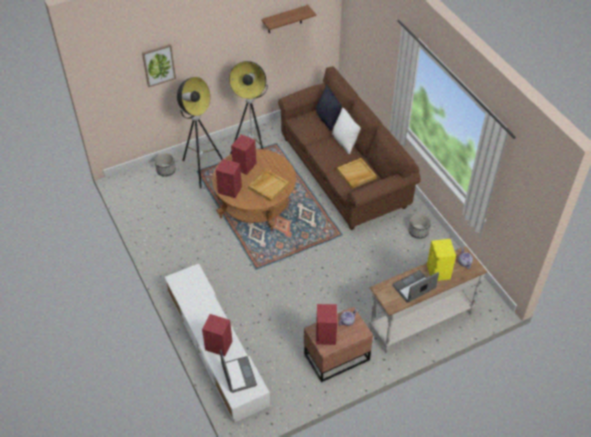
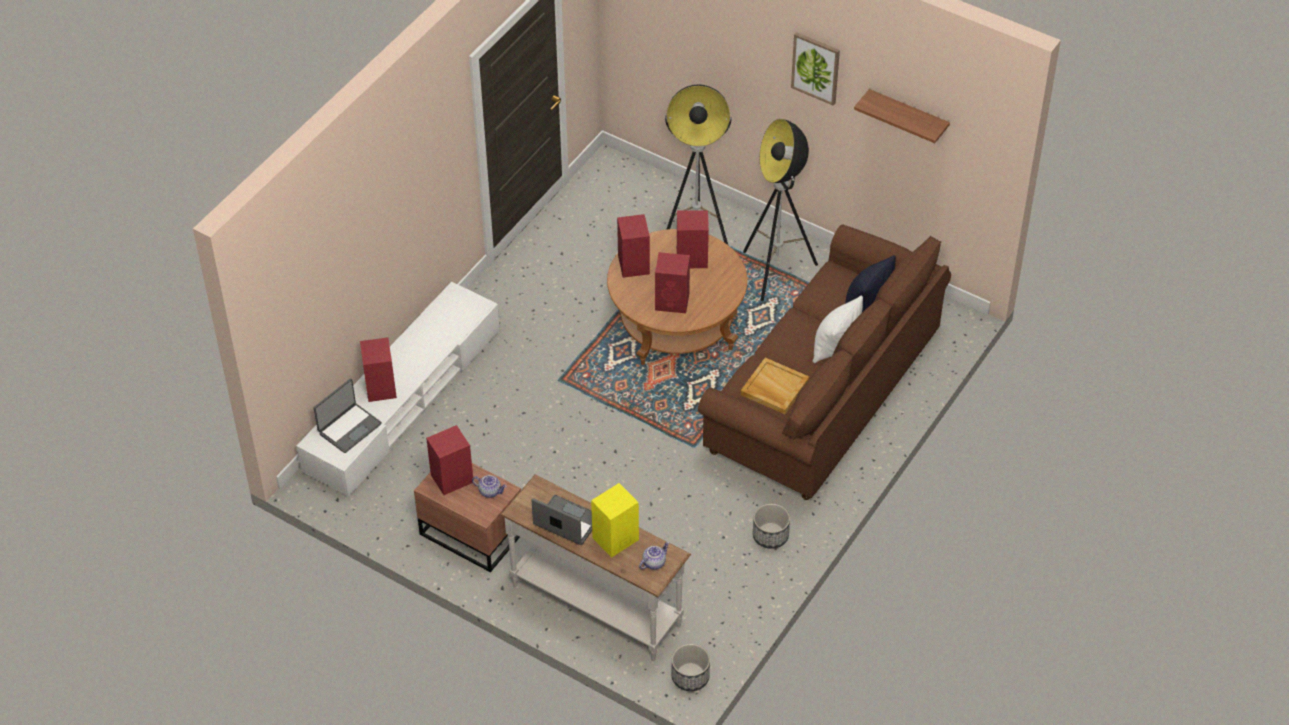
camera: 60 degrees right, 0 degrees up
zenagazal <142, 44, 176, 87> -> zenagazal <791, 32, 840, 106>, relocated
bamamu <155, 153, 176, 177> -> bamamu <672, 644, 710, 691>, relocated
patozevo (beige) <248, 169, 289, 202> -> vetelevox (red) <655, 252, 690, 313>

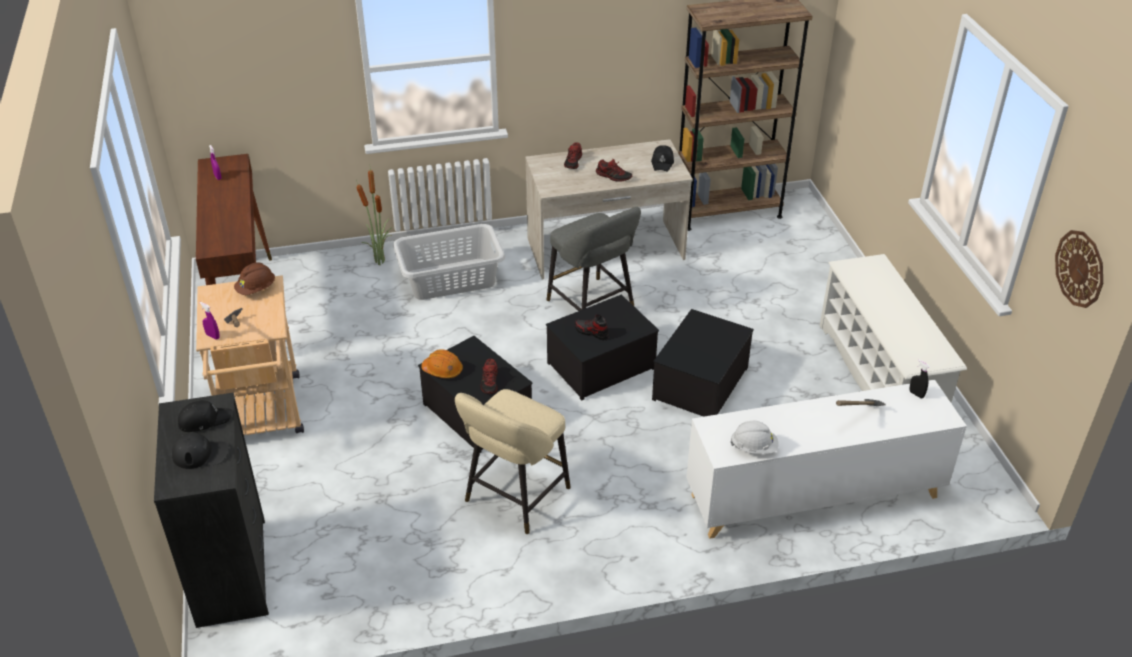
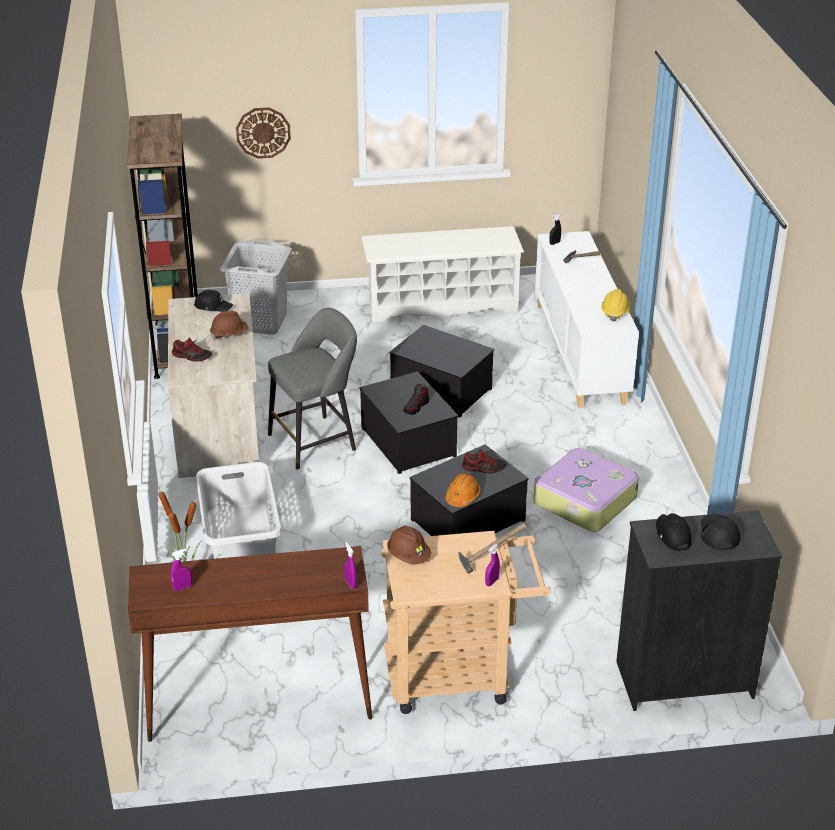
camera: 85 degrees left, 5 degrees down
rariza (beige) <455, 389, 571, 534> -> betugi <533, 448, 639, 532>
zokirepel <596, 159, 632, 182> -> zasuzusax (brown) <210, 311, 249, 339>
zasuzusax (white) <730, 421, 778, 454> -> zasuzusax (yellow) <601, 289, 630, 322>
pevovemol <1055, 230, 1103, 308> -> pevovemol <236, 107, 291, 159>, relocated
none -> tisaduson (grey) <220, 239, 292, 335>
none -> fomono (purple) <344, 542, 357, 589>

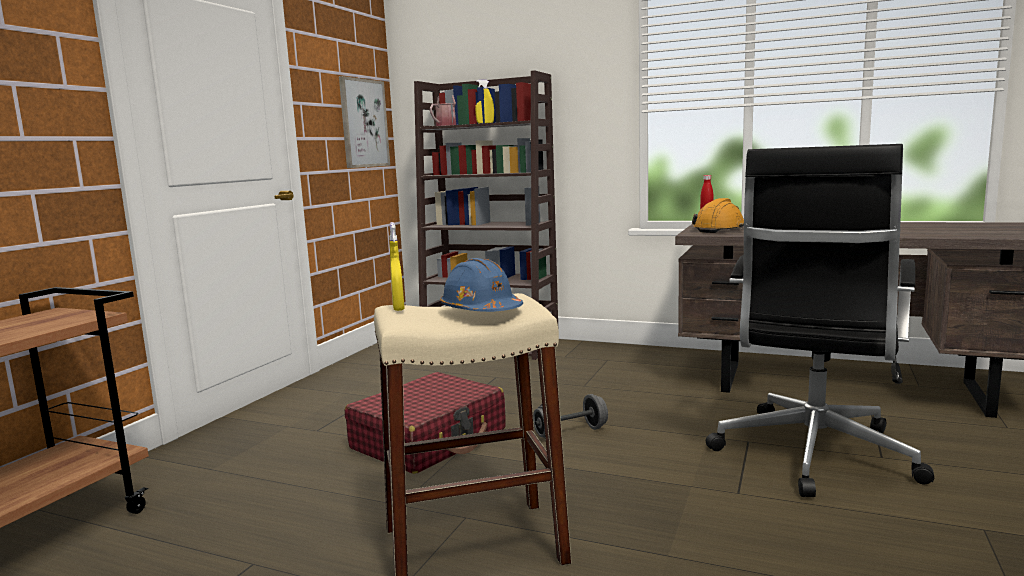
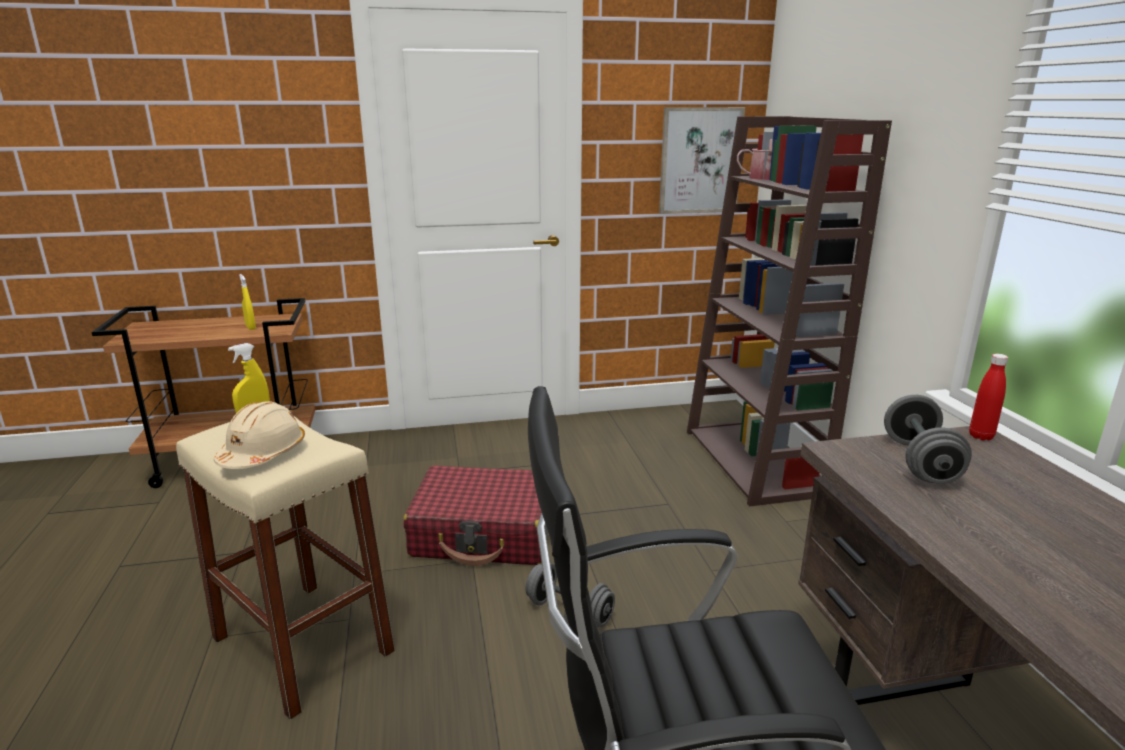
camera: 55 degrees right, 10 degrees up
zasuzusax (blue) <440, 258, 523, 312> -> zasuzusax (beige) <214, 401, 305, 469>
fomono (yellow) <475, 80, 494, 123> -> fomono (yellow) <239, 274, 256, 330>, relocated
zasuzusax (orange) <692, 198, 744, 233> -> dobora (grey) <884, 395, 972, 484>

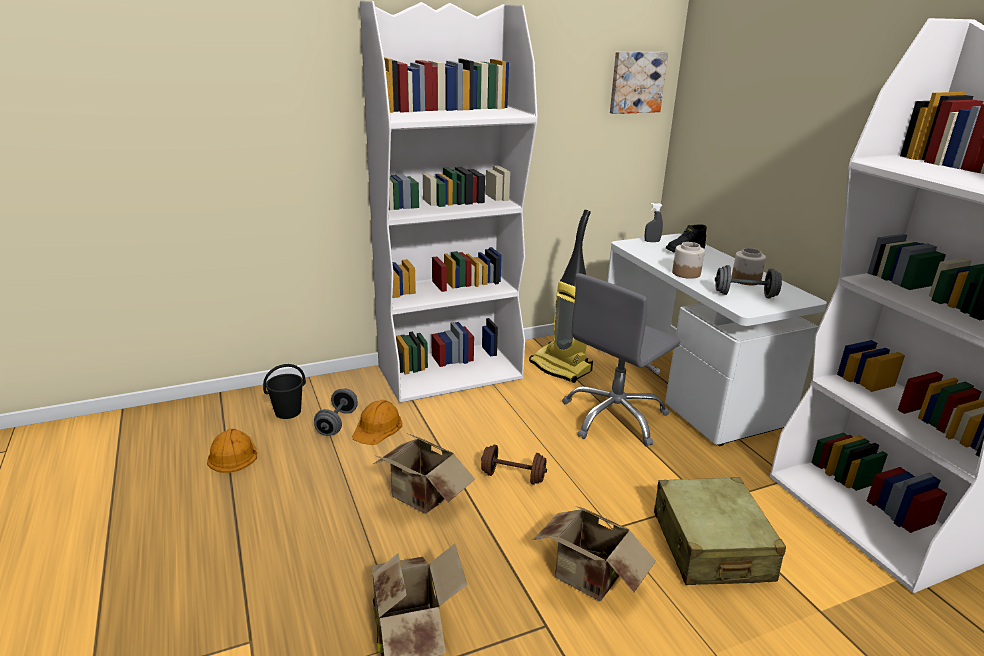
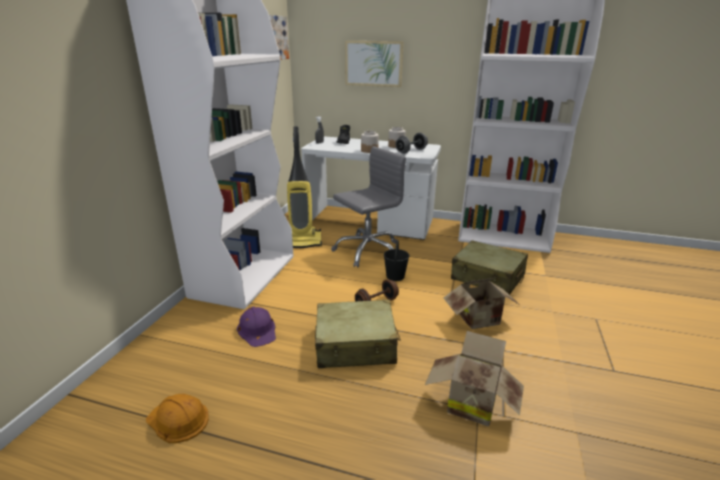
camera: 50 degrees left, 0 degrees up
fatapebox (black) <263, 364, 306, 419> -> fatapebox (black) <384, 240, 409, 281>, relocated
dobora (grey) <314, 388, 358, 436> -> none
zasuzusax (orange) <352, 400, 402, 445> -> zasuzusax (purple) <237, 306, 276, 347>
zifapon <373, 433, 475, 514> -> betugi (beige) <315, 299, 401, 368>
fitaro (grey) <562, 273, 681, 446> -> fitaro (grey) <331, 146, 406, 267>, 120 degrees counterclockwise
none -> zenagazal <345, 41, 404, 87>

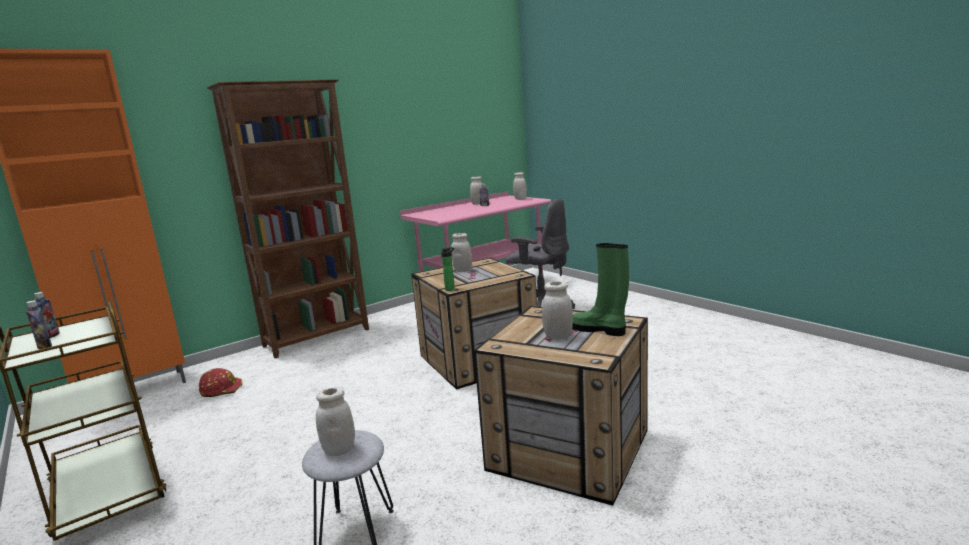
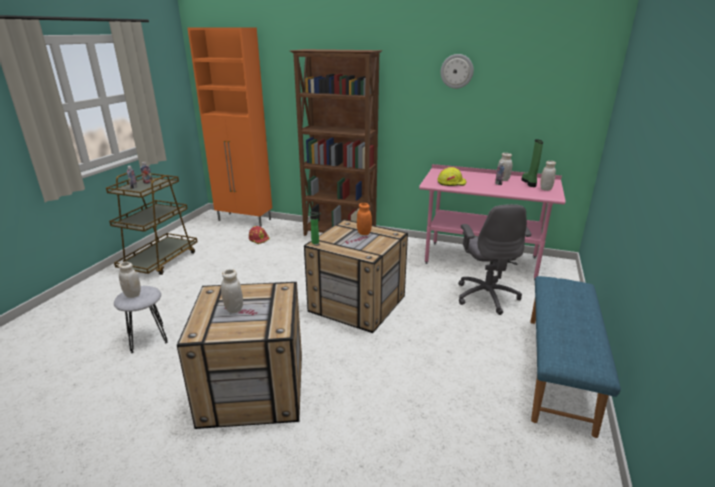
camera: 55 degrees right, 10 degrees up
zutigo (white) <451, 233, 472, 272> -> zutigo (orange) <357, 203, 372, 235>
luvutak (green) <572, 243, 629, 336> -> luvutak (green) <522, 139, 543, 187>, relocated
none -> zasuzusax (yellow) <438, 167, 467, 186>
none -> pevovemol <441, 54, 474, 89>
none -> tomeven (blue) <530, 276, 621, 438>

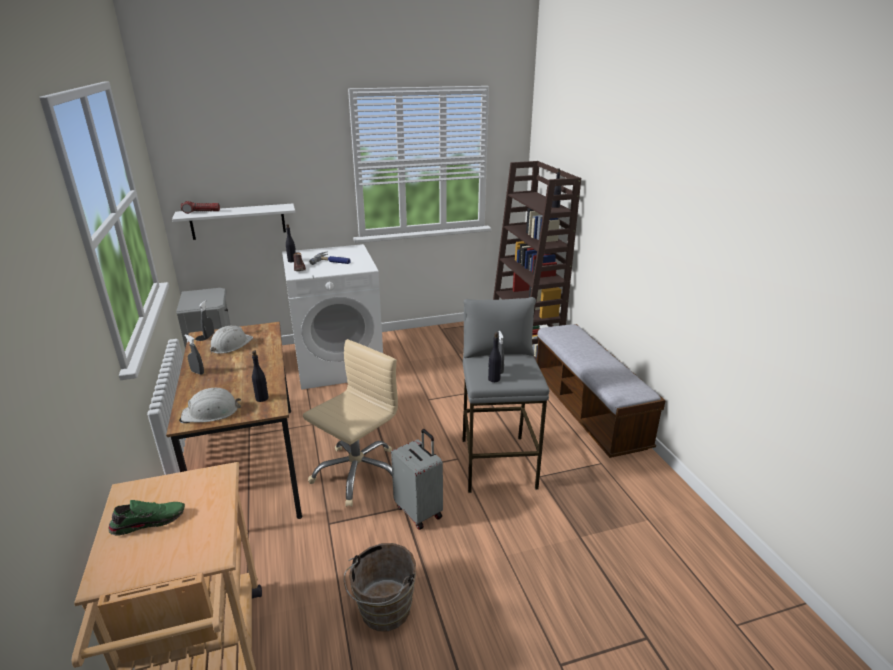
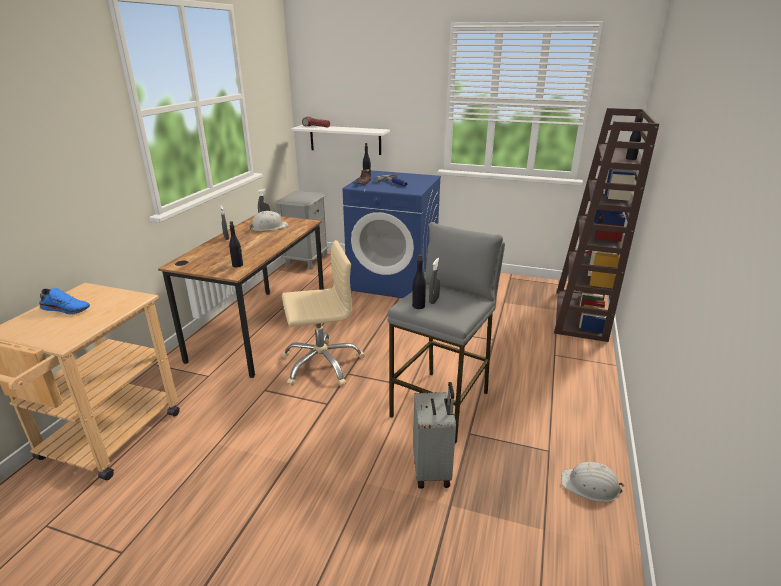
camera: 35 degrees right, 0 degrees up
zokirepel (green) <109, 500, 185, 535> -> zokirepel (blue) <39, 288, 90, 314>
zasuzusax (white) <181, 388, 241, 422> -> zasuzusax (white) <561, 462, 624, 502>, relocated
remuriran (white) <282, 244, 383, 390> -> remuriran (blue) <343, 170, 441, 298>
fatapebox (brown) <344, 543, 416, 631> -> none
betugi (grey) <391, 429, 443, 530> -> betugi (grey) <413, 382, 456, 489>, relocated
tomeven <537, 324, 666, 458> -> none

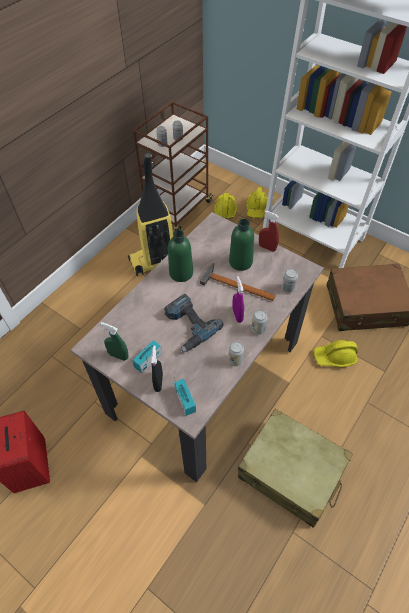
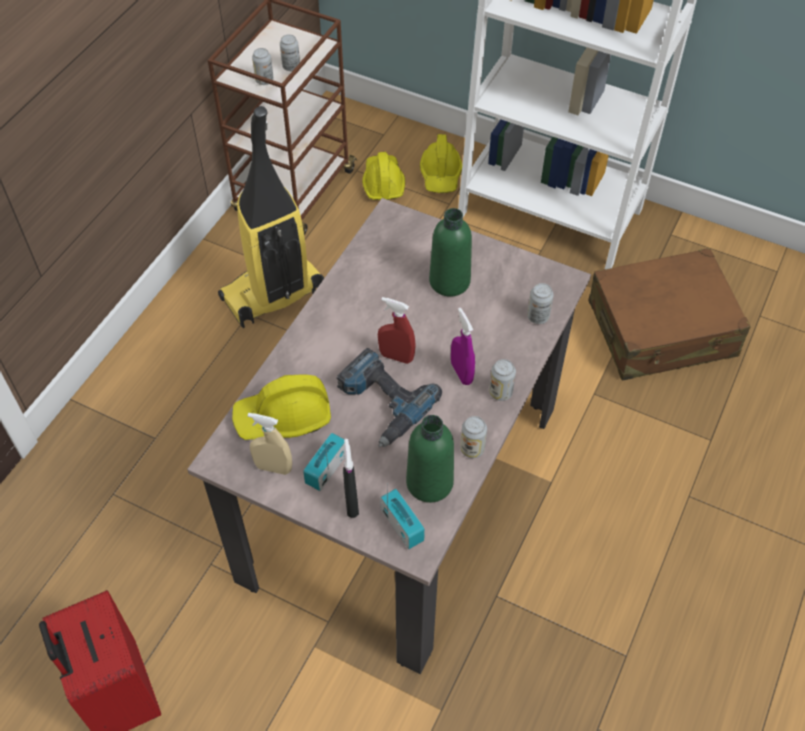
camera: 10 degrees left, 0 degrees up
fomono (green) <101, 322, 129, 361> -> fomono (beige) <248, 413, 292, 475>
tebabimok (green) <168, 230, 193, 282> -> tebabimok (green) <406, 415, 454, 503>, relocated
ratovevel <200, 262, 276, 301> -> none
betugi (beige) <238, 409, 353, 528> -> none
fomono (red) <259, 210, 279, 252> -> fomono (red) <378, 297, 416, 364>, relocated
zasuzusax (yellow) <314, 340, 358, 367> -> zasuzusax (yellow) <232, 375, 331, 440>, relocated

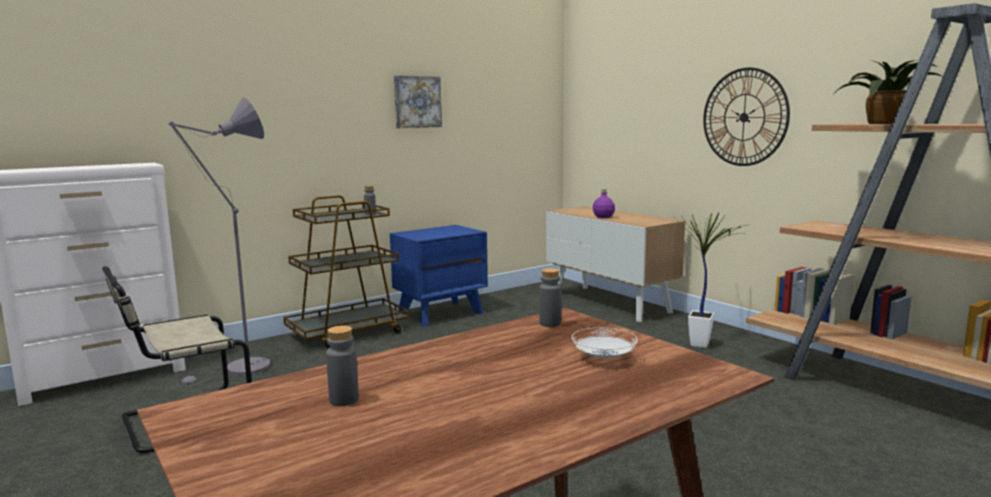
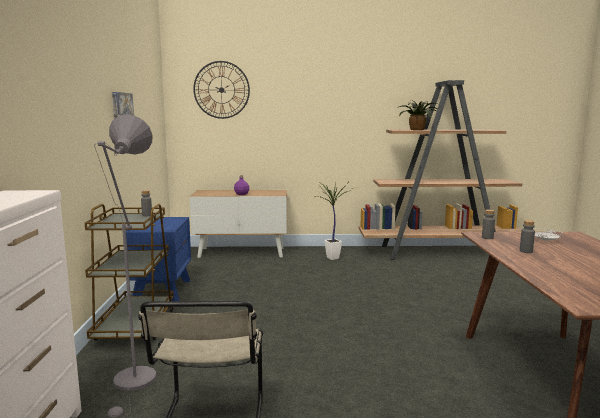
camera: 55 degrees left, 0 degrees up
tebabimok (grey) <326, 326, 359, 406> -> tebabimok (grey) <520, 220, 535, 253>, relocated
pevovemol <703, 67, 790, 166> -> pevovemol <193, 61, 250, 119>, relocated

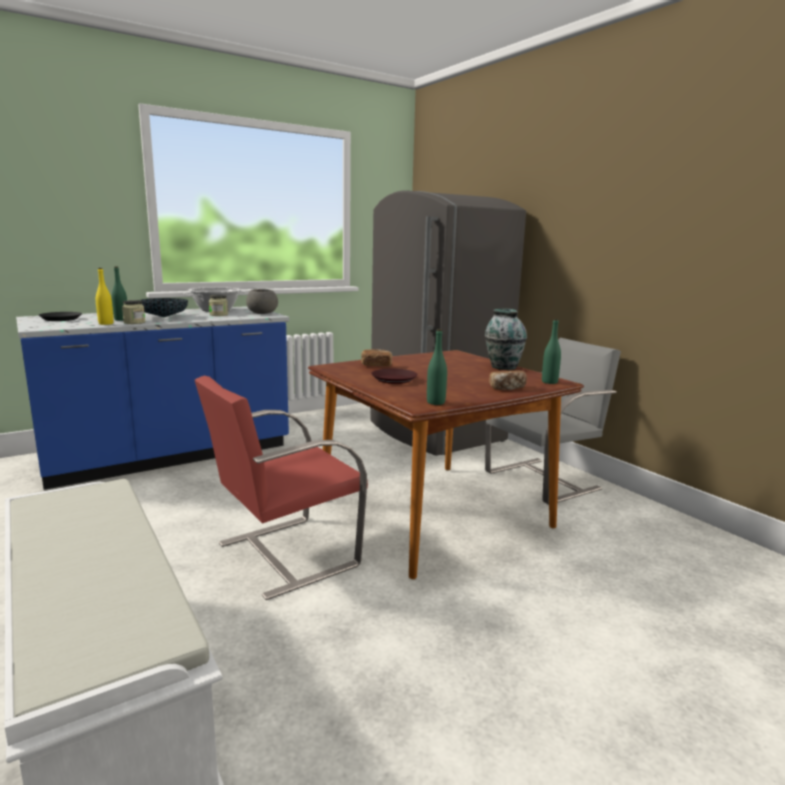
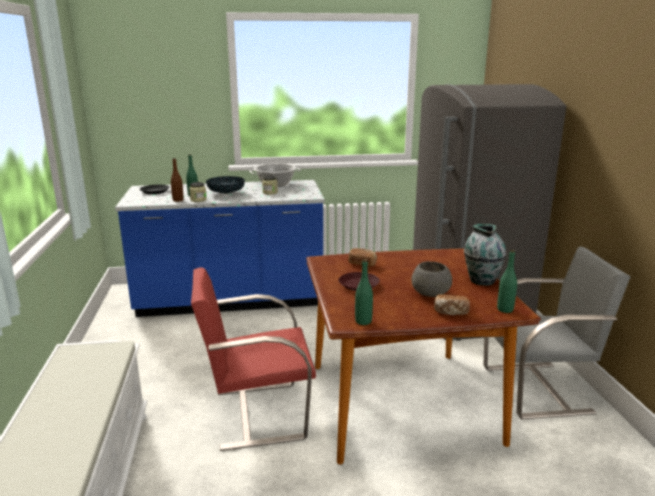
camera: 25 degrees right, 5 degrees up
tebabimok (yellow) <96, 268, 114, 325> -> tebabimok (brown) <171, 158, 184, 202>
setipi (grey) <246, 289, 278, 314> -> setipi (grey) <412, 261, 452, 297>, relocated

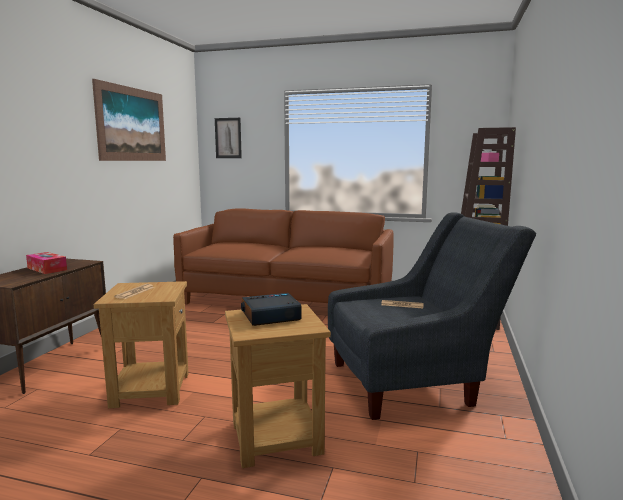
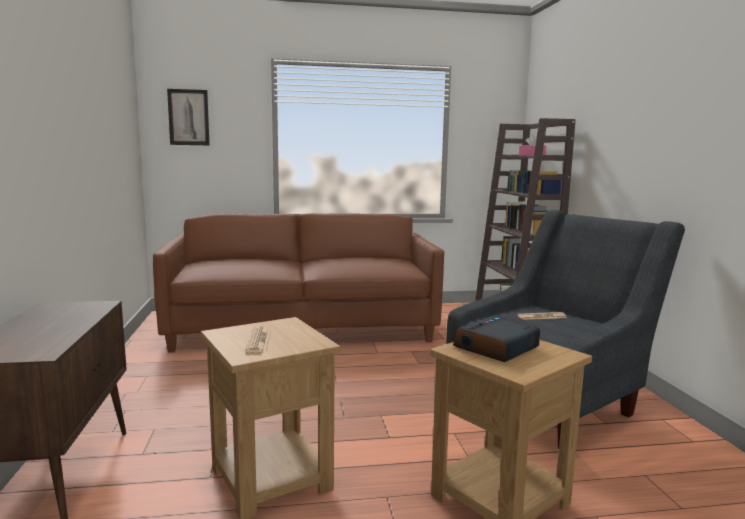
camera: 25 degrees left, 0 degrees up
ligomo <26, 252, 67, 274> -> none
zenagazal <92, 79, 166, 161> -> none

